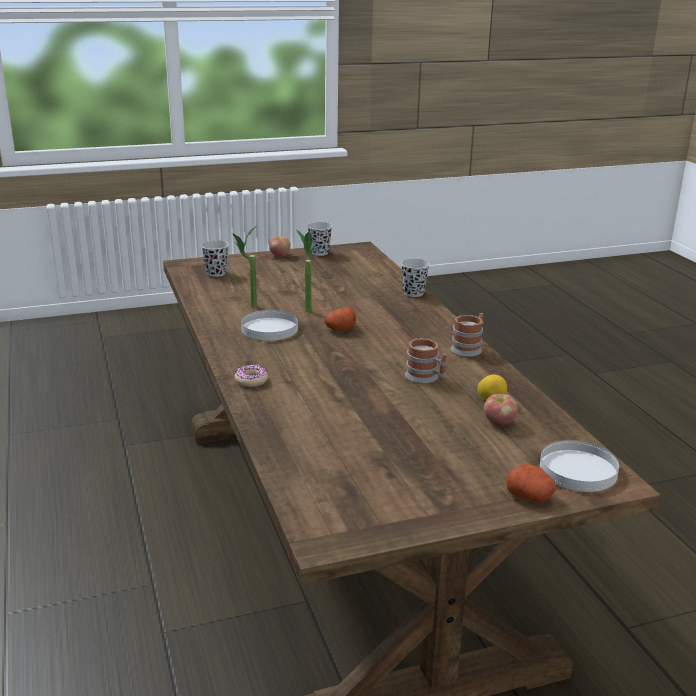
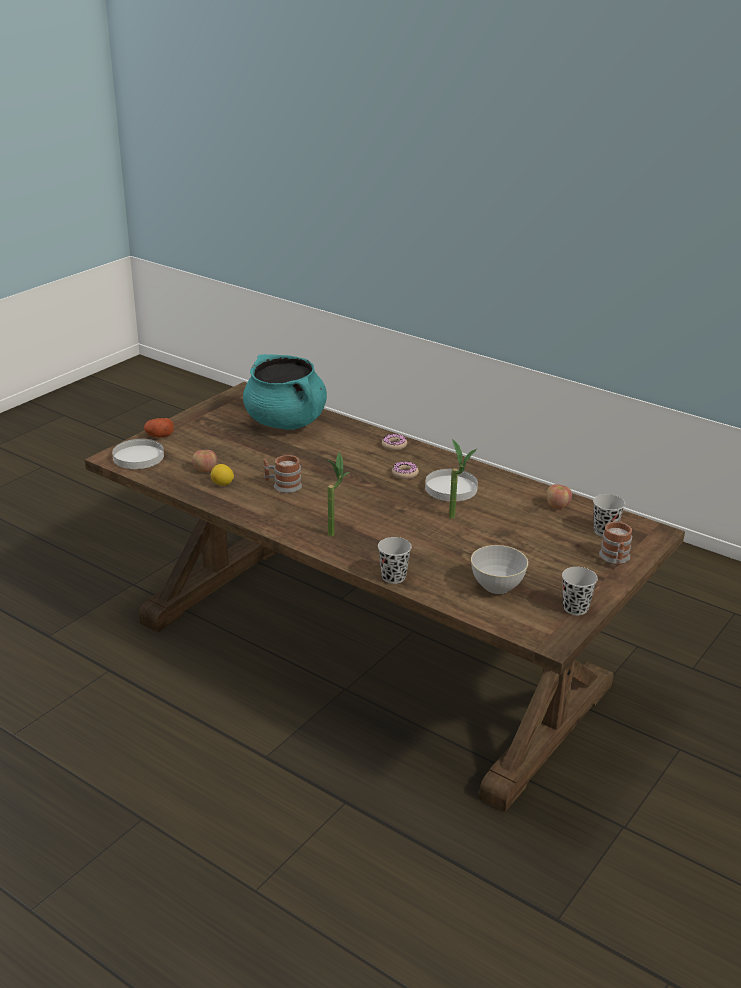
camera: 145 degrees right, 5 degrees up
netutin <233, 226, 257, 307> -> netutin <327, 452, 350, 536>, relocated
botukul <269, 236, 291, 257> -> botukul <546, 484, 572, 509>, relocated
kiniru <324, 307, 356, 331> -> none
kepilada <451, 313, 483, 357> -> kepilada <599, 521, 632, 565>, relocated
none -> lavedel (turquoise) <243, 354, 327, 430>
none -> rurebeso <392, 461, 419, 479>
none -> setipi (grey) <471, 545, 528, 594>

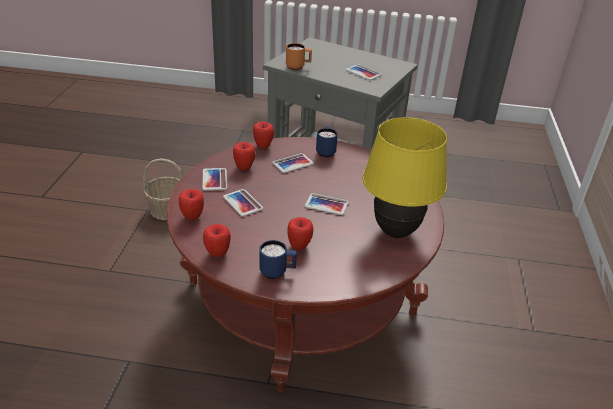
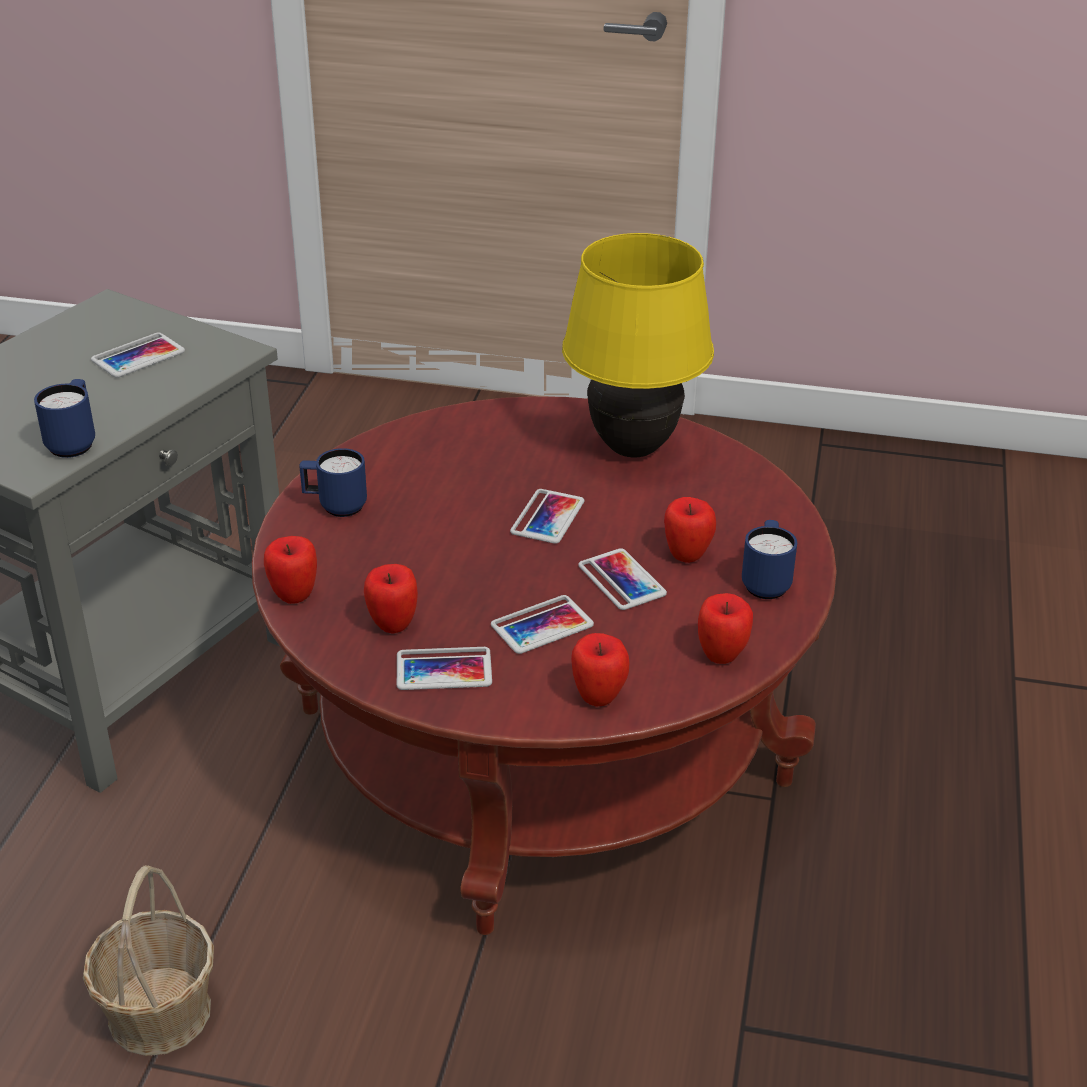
camera: 85 degrees left, 0 degrees up
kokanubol <272, 153, 314, 173> -> kokanubol <578, 548, 667, 610>, relocated
kepilada (orange) <286, 43, 312, 70> -> kepilada (blue) <34, 379, 95, 458>

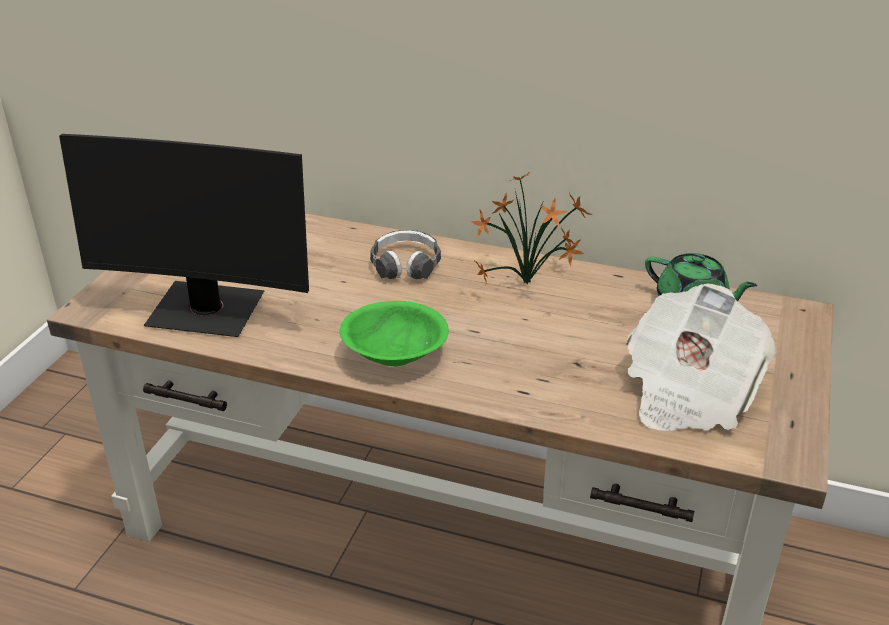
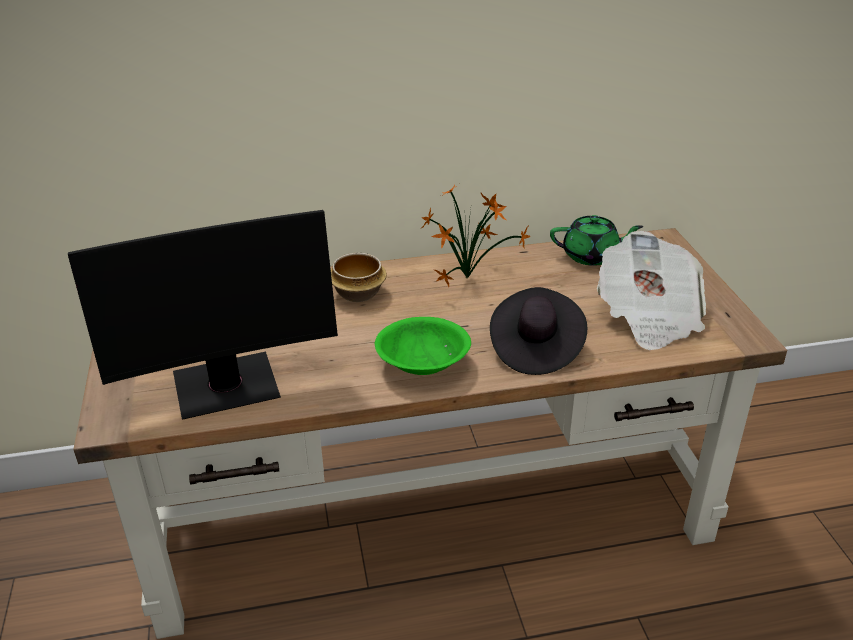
camera: 30 degrees left, 0 degrees up
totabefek <370, 230, 441, 279> -> setipi <331, 253, 387, 302>
none -> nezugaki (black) <490, 287, 587, 375>

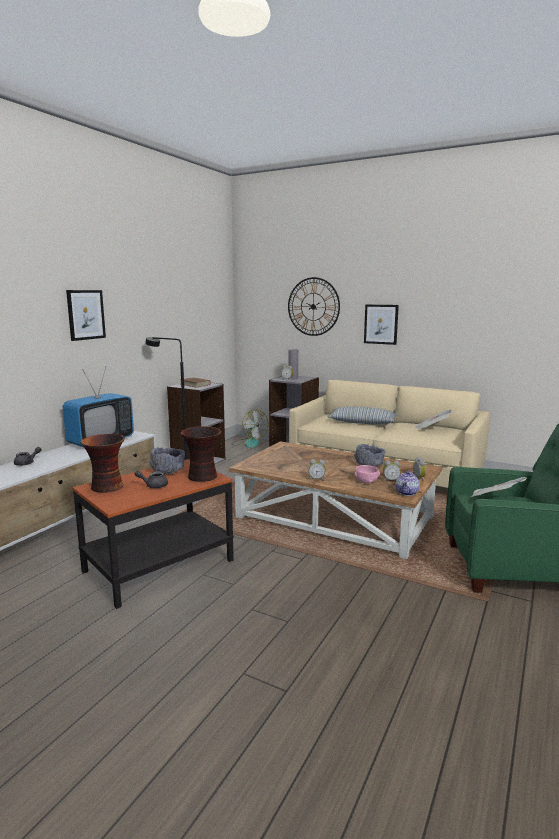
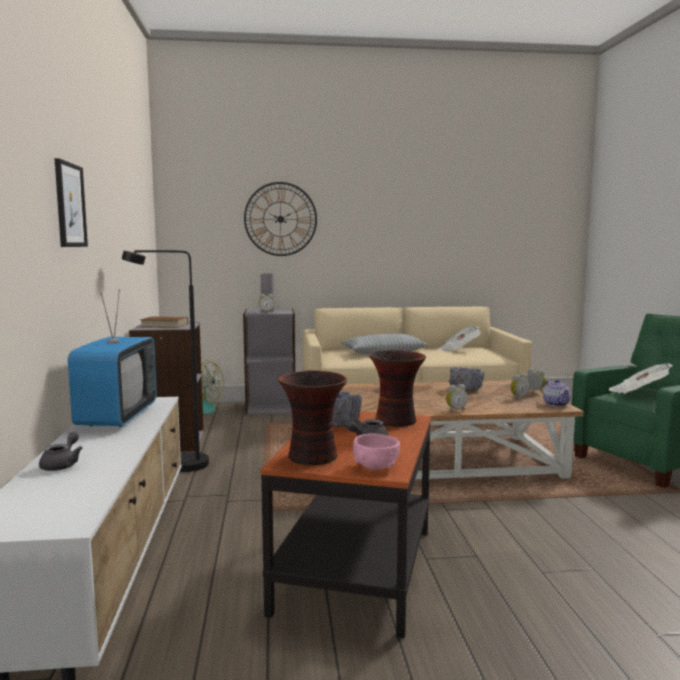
camera: 35 degrees left, 5 degrees down
setipi (pink) <355, 465, 380, 483> -> setipi (pink) <353, 433, 400, 470>, relocated
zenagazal <364, 305, 399, 345> -> none

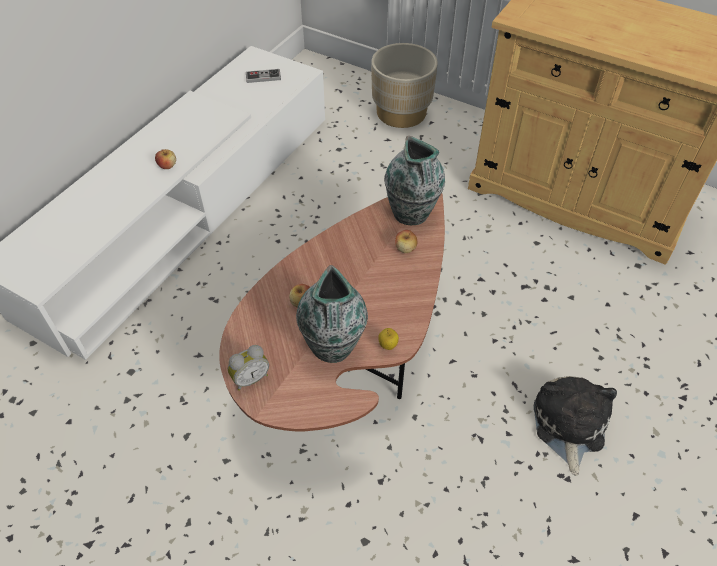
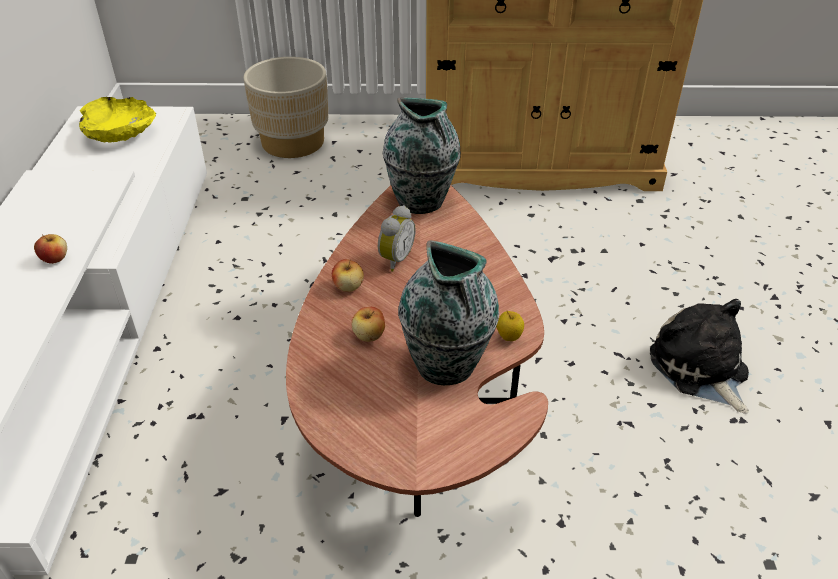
camera: 30 degrees left, 10 degrees down
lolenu <228, 345, 269, 391> -> lolenu <378, 205, 416, 272>, relocated
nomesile <246, 69, 281, 83> -> setipi (yellow) <79, 97, 157, 143>
botukul <395, 230, 417, 253> -> botukul <332, 259, 364, 292>, relocated

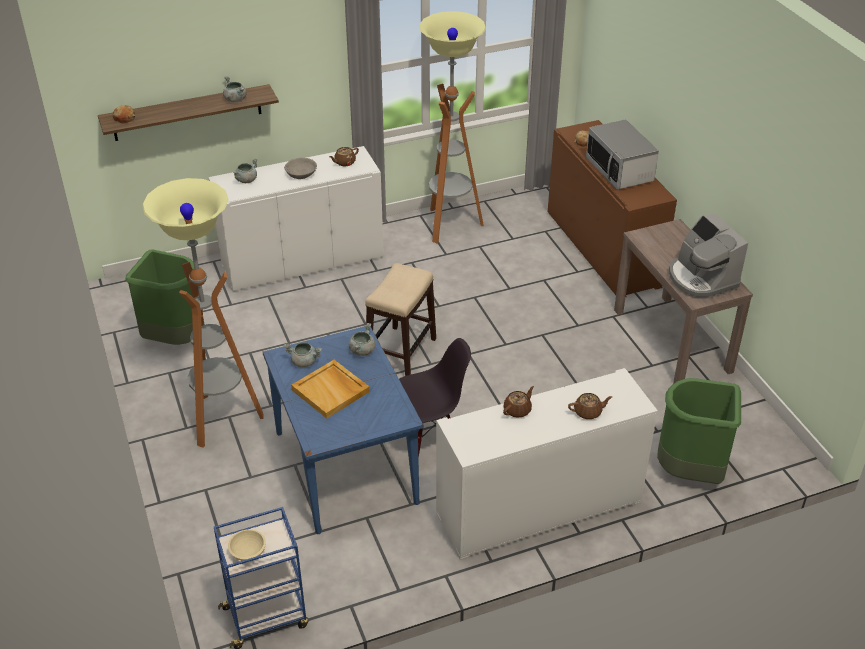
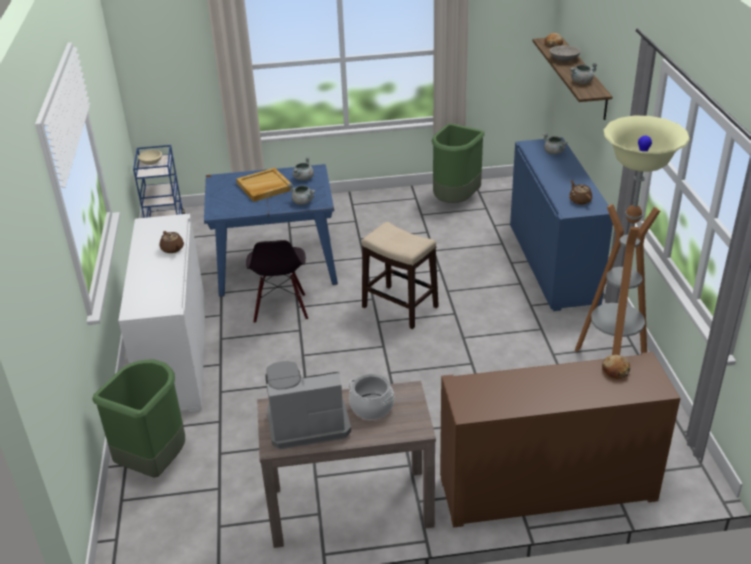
camera: 105 degrees right, 5 degrees down
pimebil <142, 178, 264, 448> -> none
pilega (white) <208, 146, 384, 292> -> pilega (blue) <510, 137, 613, 311>
setipi (grey) <284, 158, 317, 179> -> setipi (grey) <550, 45, 581, 61>, relocated
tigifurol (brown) <568, 393, 612, 419> -> none
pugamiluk <586, 119, 659, 190> -> none
none -> lavedel <348, 374, 395, 419>

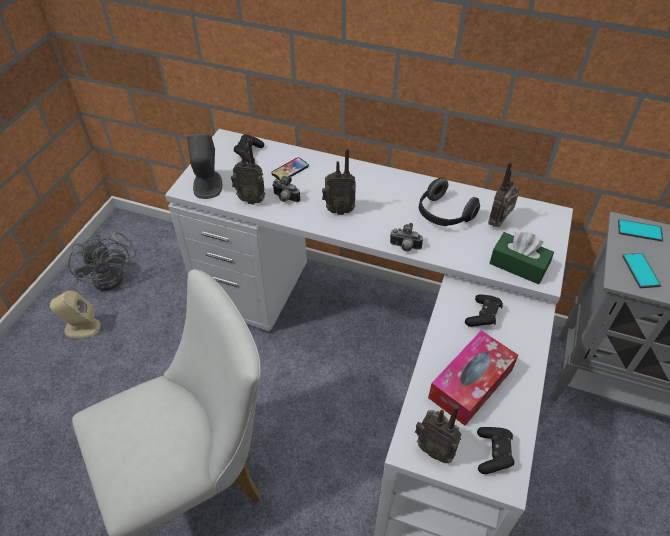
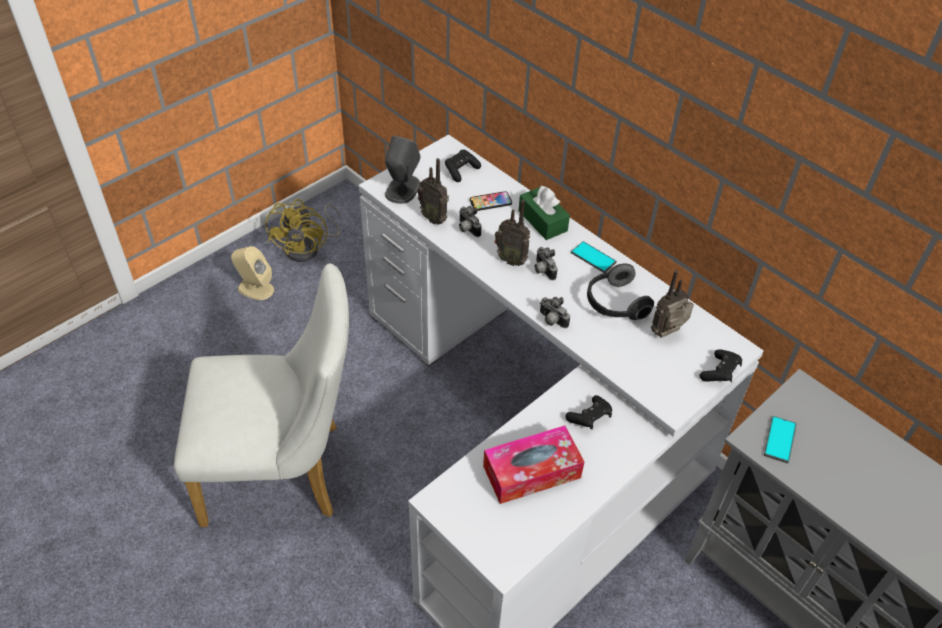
camera: 25 degrees right, 0 degrees up
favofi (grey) <68, 232, 135, 291> -> favofi (yellow) <265, 199, 341, 262>
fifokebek <415, 405, 462, 463> -> none
nomesile (black) <477, 427, 515, 474> -> nomesile (black) <699, 349, 742, 382>, relocated
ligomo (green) <489, 232, 554, 284> -> ligomo (green) <519, 186, 570, 240>, relocated
kokanubol <618, 219, 663, 241> -> kokanubol <571, 241, 617, 273>, relocated
none -> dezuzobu <535, 247, 557, 280>

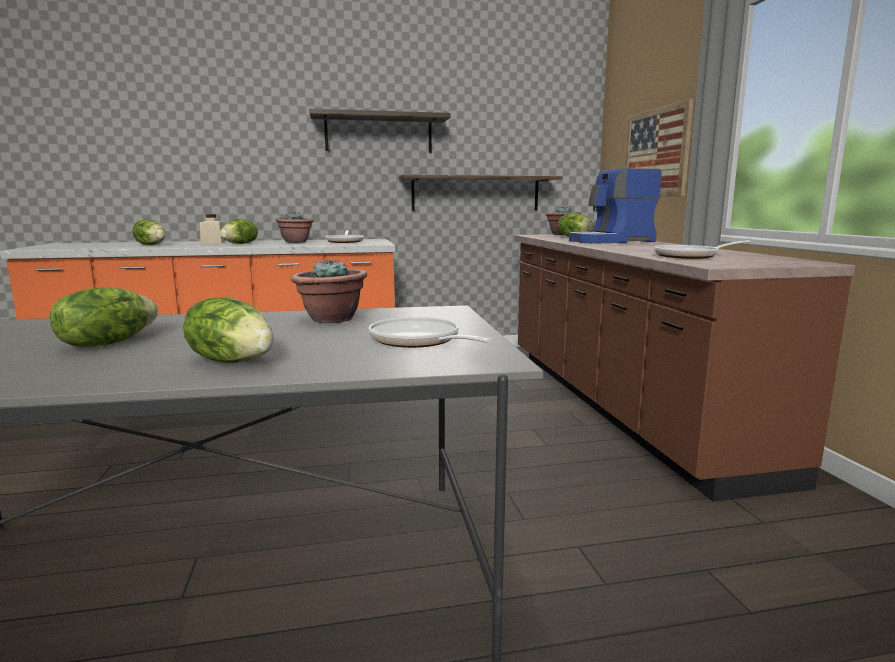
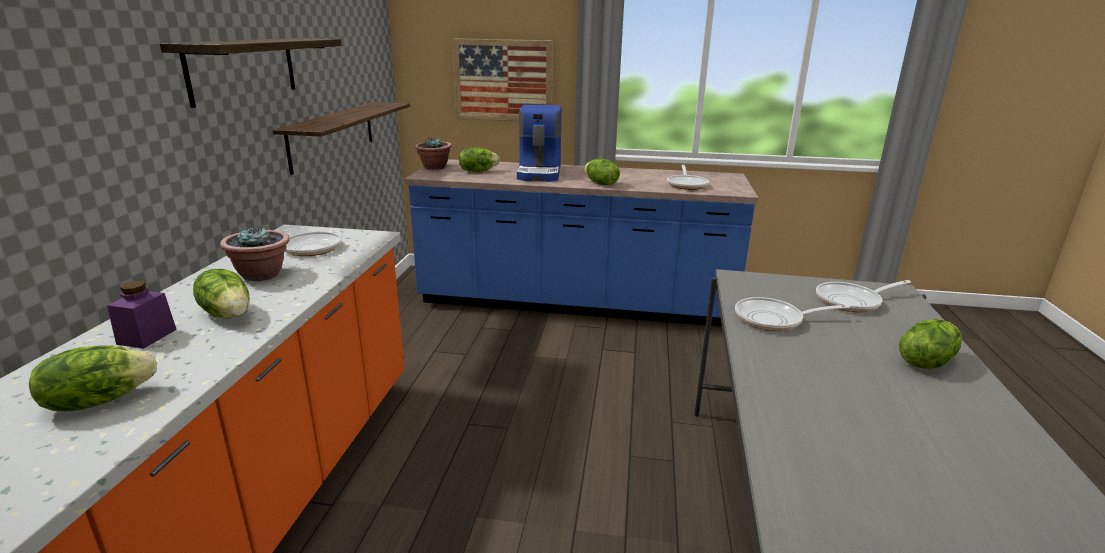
camera: 70 degrees left, 10 degrees up
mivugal <50, 288, 158, 347> -> mivugal <584, 159, 620, 185>, relocated
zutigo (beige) <200, 214, 225, 244> -> zutigo (purple) <107, 281, 177, 349>
netutin <291, 258, 367, 323> -> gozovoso <735, 297, 851, 331>
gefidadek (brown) <515, 234, 855, 502> -> gefidadek (blue) <405, 159, 758, 327>

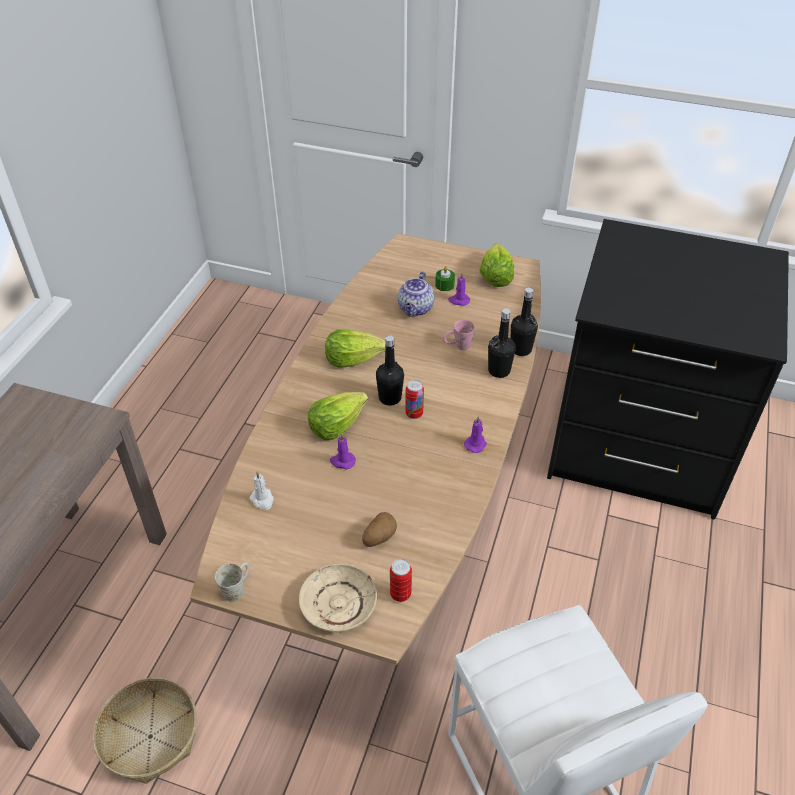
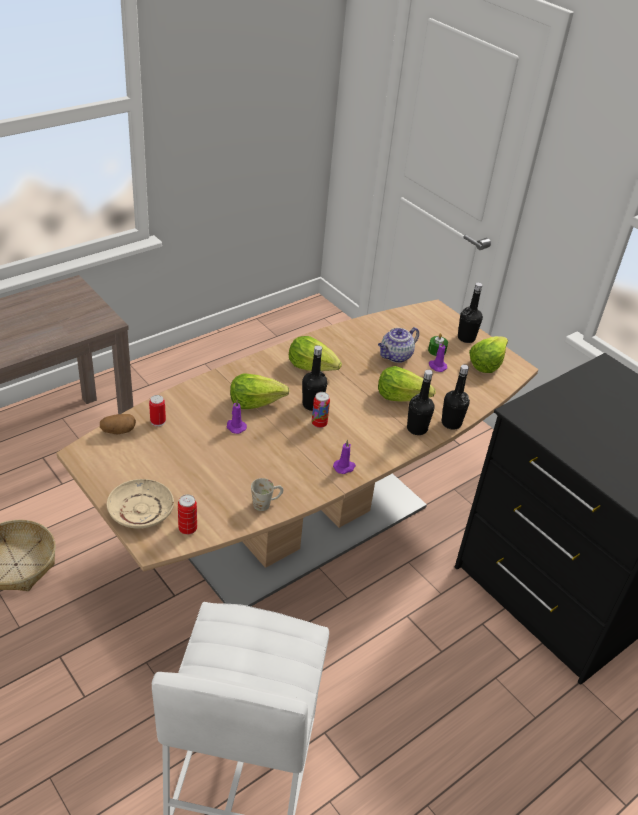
camera: 30 degrees right, 5 degrees down
kepilada (white) <215, 562, 249, 602> -> kepilada (white) <251, 478, 283, 511>, relocated
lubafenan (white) <249, 471, 274, 510> -> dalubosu <149, 395, 166, 427>
kiniru <362, 512, 397, 547> -> kiniru <100, 414, 136, 434>, relocated
kepilada (pink) <443, 320, 475, 350> -> mivugal <378, 366, 436, 402>
none -> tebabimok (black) <458, 283, 483, 343>

